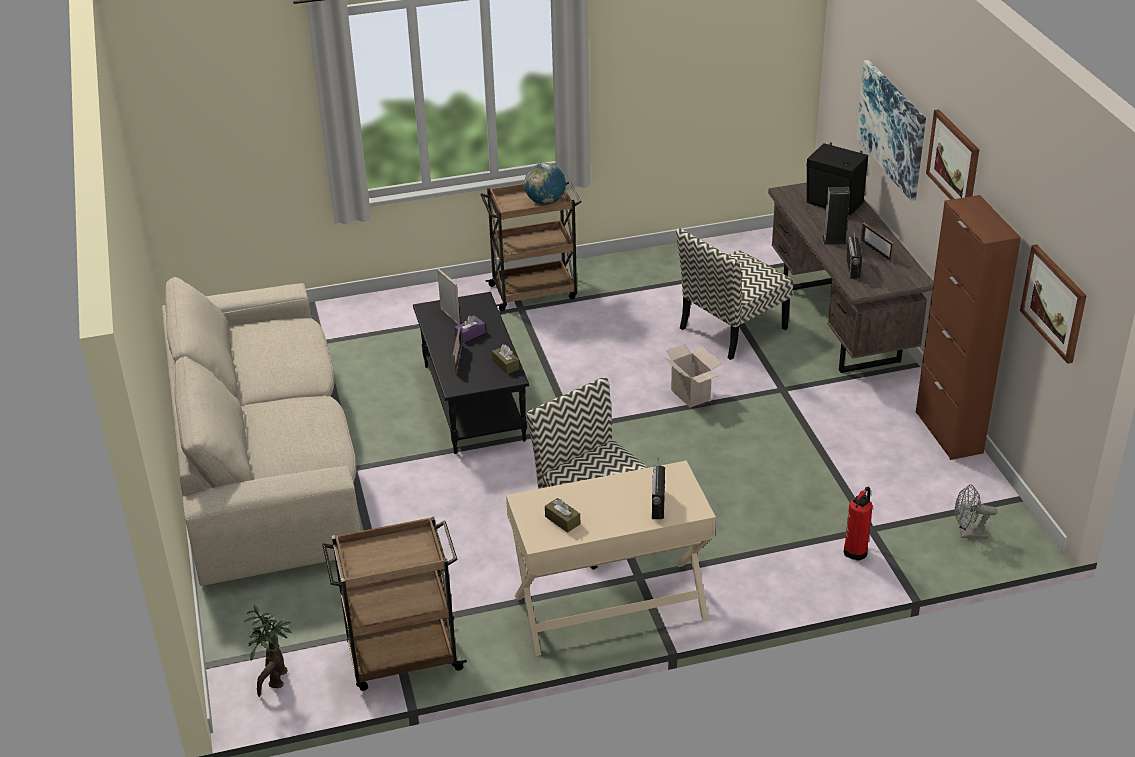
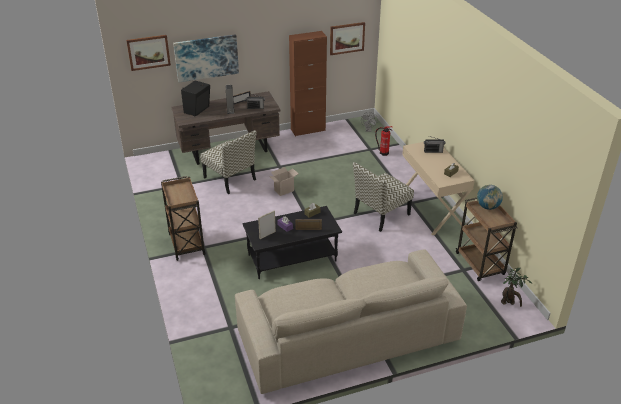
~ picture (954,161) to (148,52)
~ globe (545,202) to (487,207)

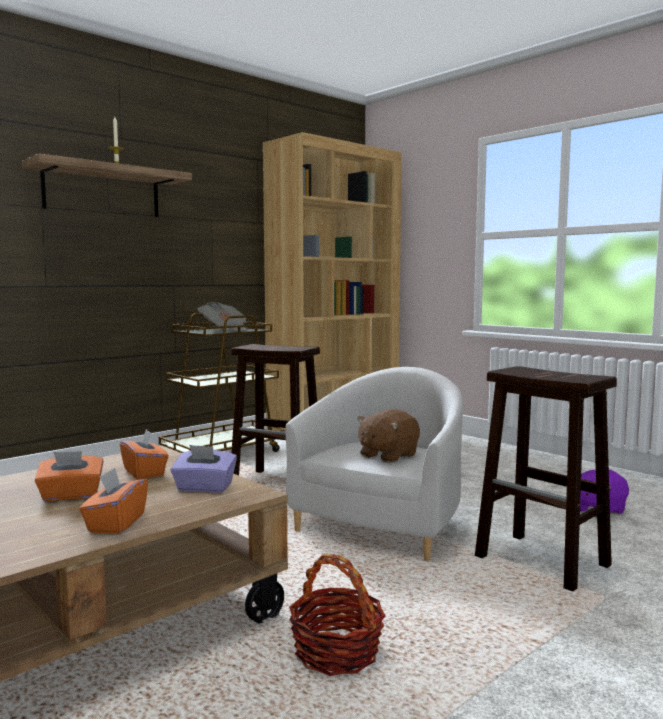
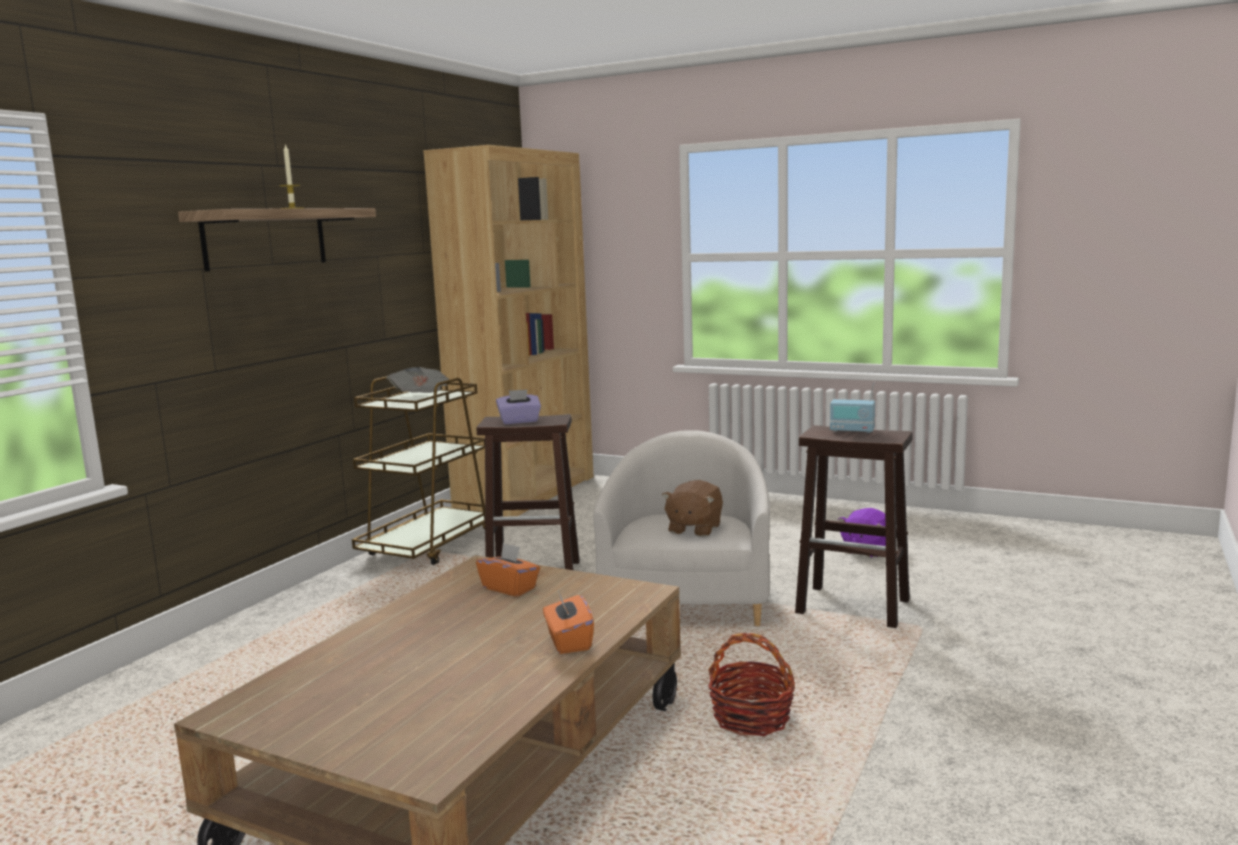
~ tissue box/purple (204,488) to (519,421)
- tissue box/orange (71,495)
+ radio (852,431)

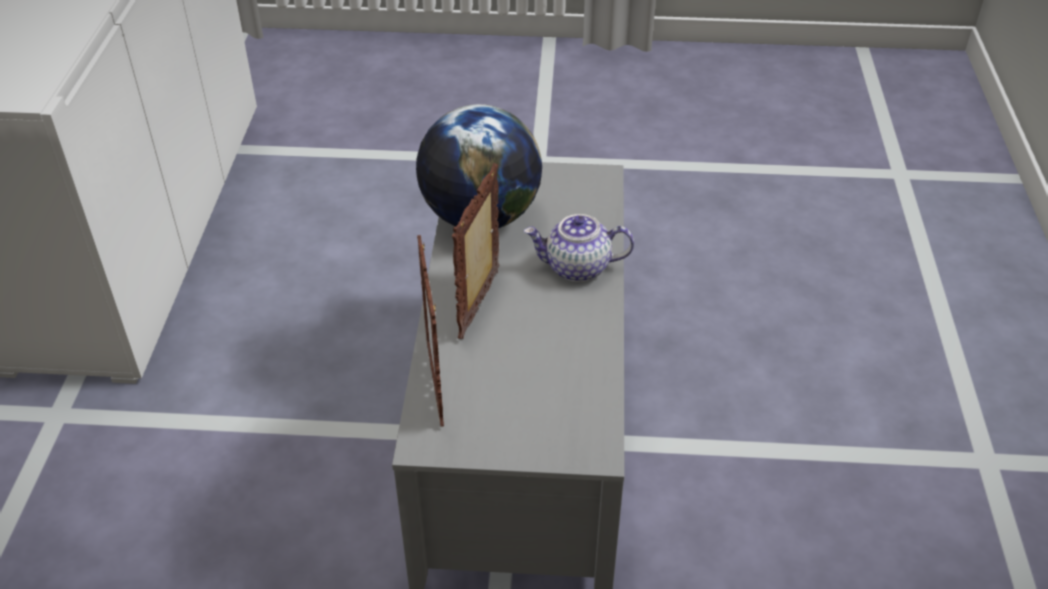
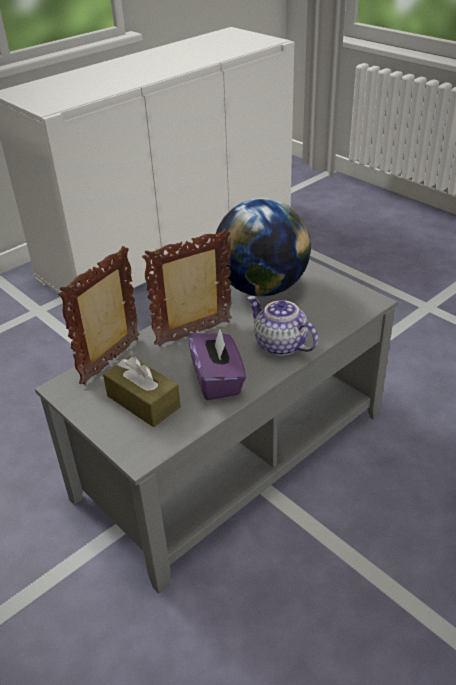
+ tissue box/purple (217,380)
+ tissue box/brown (143,401)

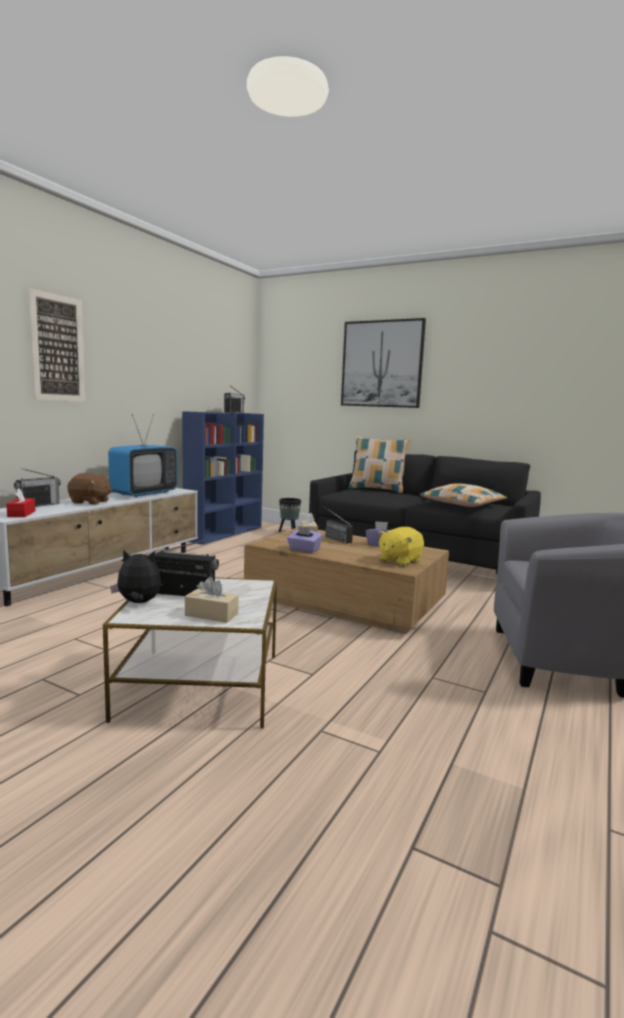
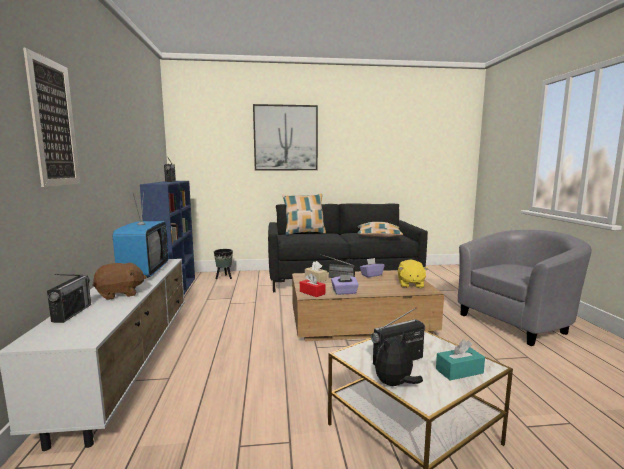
~ tissue box/red (21,514) to (312,292)
~ tissue box/beige (211,615) to tissue box/turquoise (459,371)

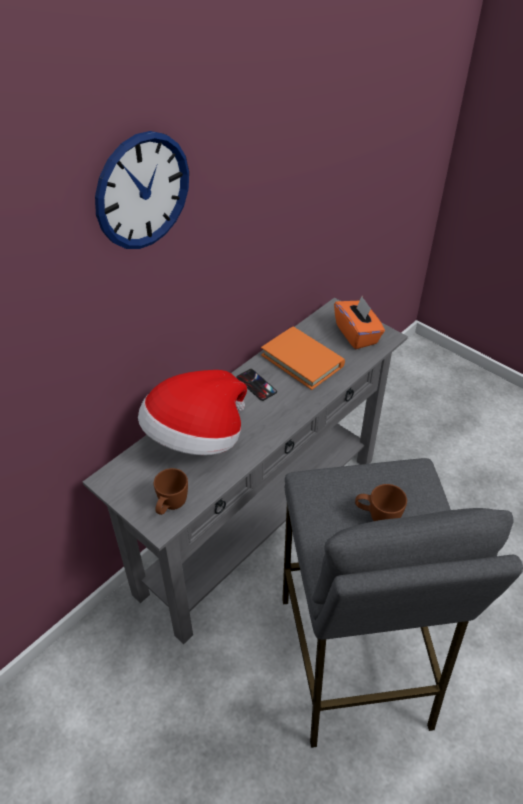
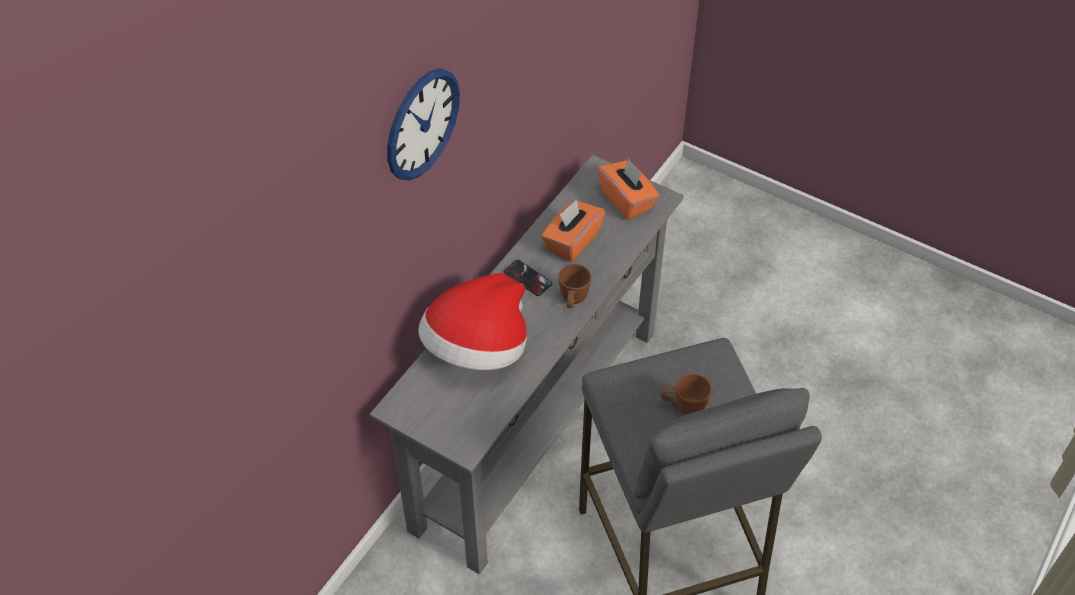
~ book/orange (302,360) to tissue box/orange (572,241)
~ mug/brown (171,507) to (573,302)

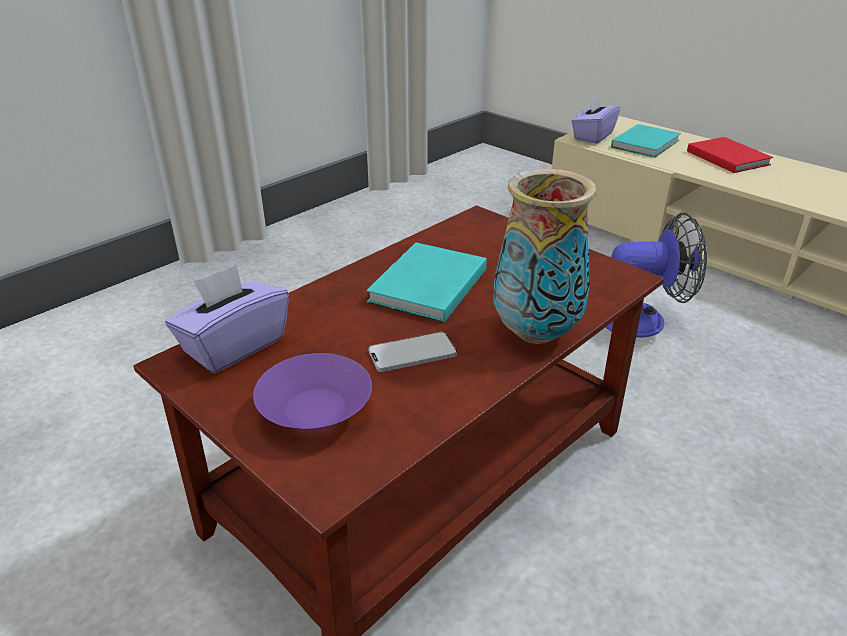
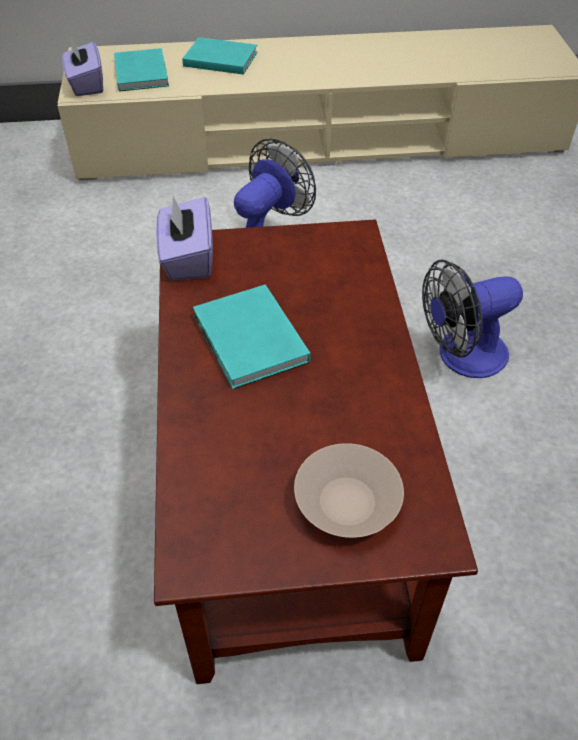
~ book/red (727,157) to book/turquoise (219,58)
- vase (535,334)
~ tissue box/purple (234,346) to (187,258)
- phone (412,353)
~ bowl/purple (314,412) to bowl/beige (346,504)
+ fan (461,356)

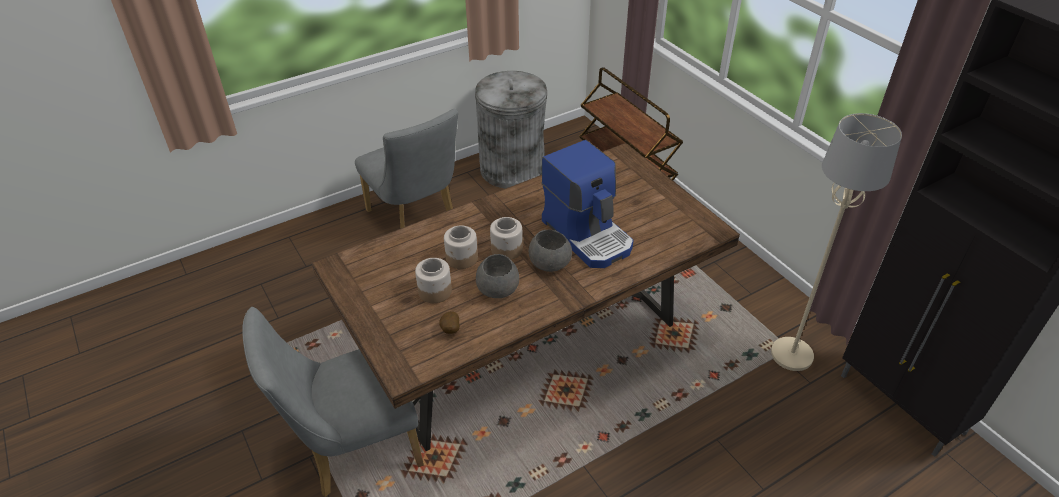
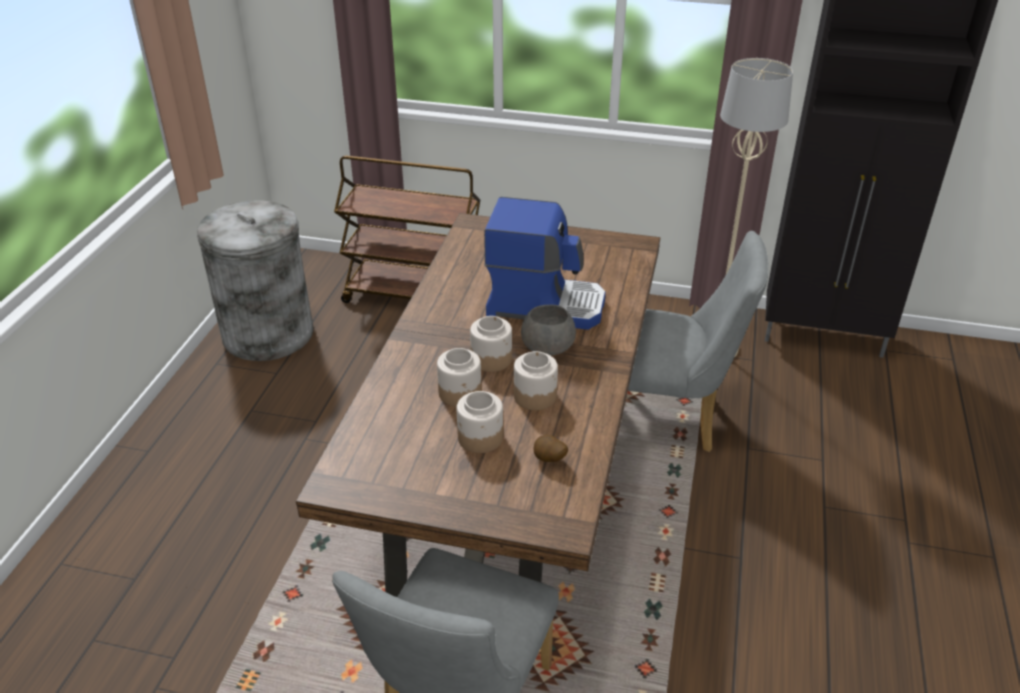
~ chair/grey (416,221) to (669,418)
~ bowl/grey (497,288) to jar (535,396)

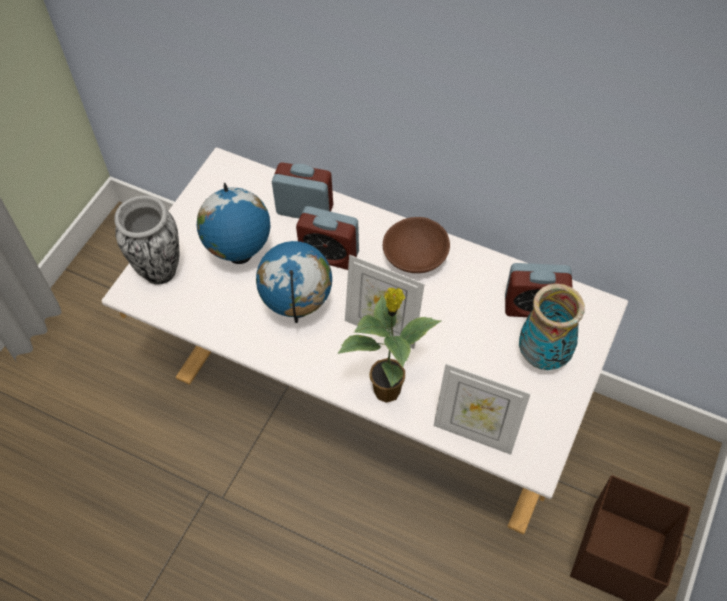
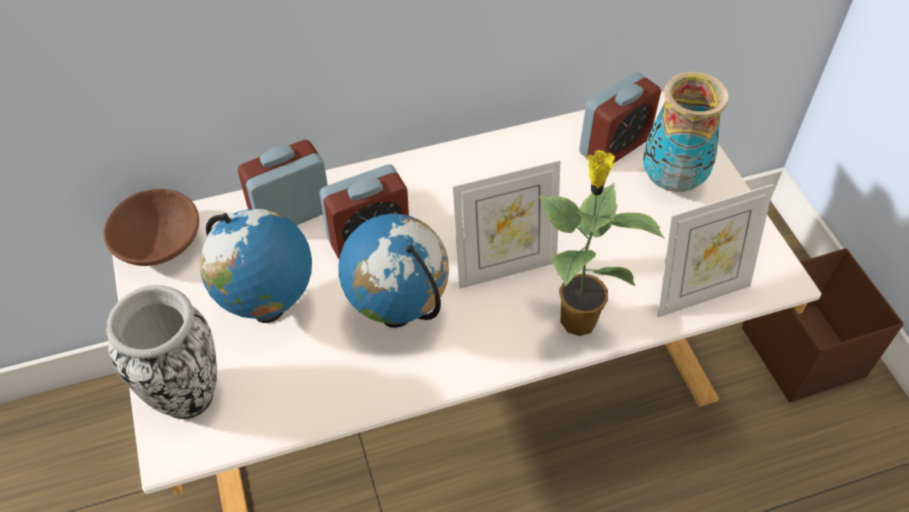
~ bowl/brown (416,257) to (160,244)

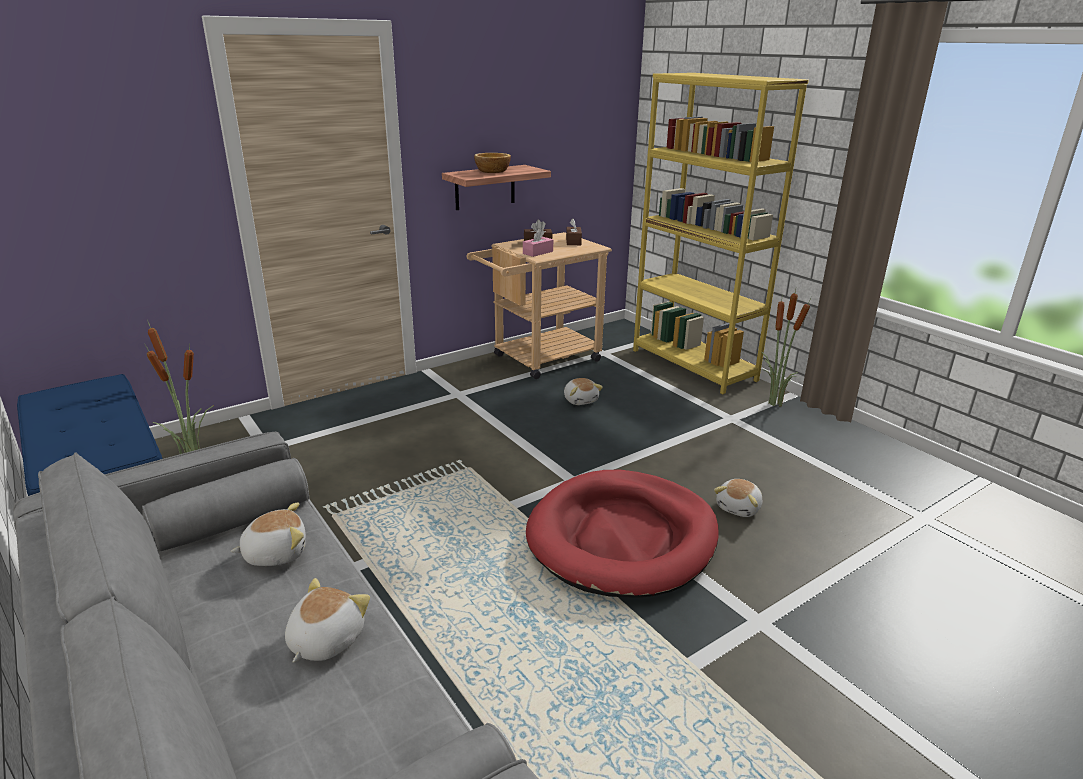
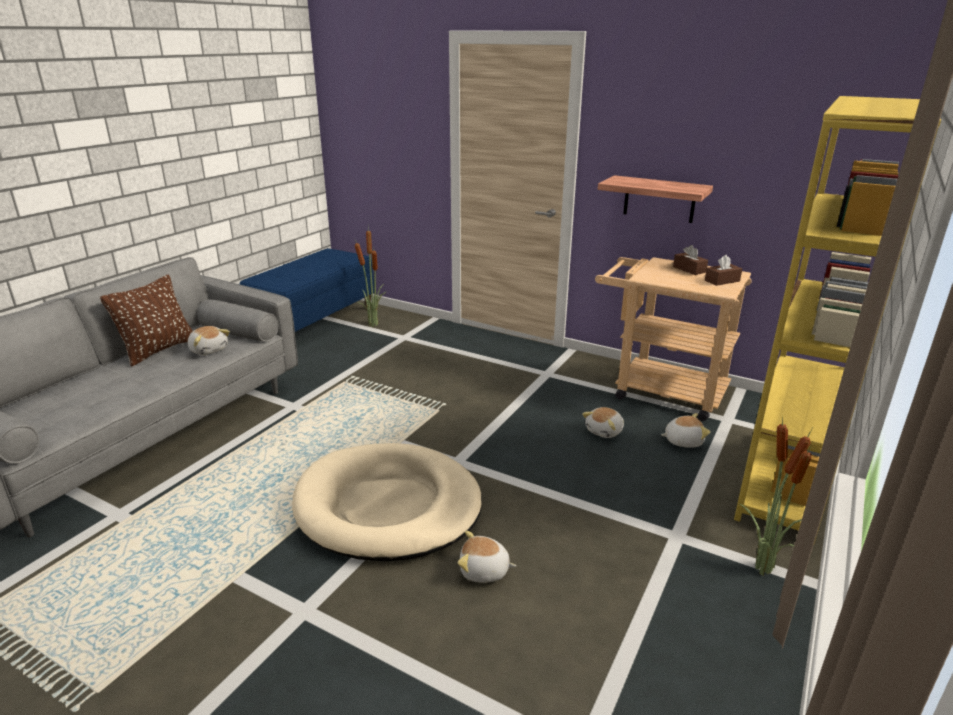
- bowl (492,171)
- tissue box/pink (538,252)
~ dog bed/red (622,537) to dog bed/beige (388,506)
~ plush toy (324,640) to (683,441)
+ pillow/brown (158,350)

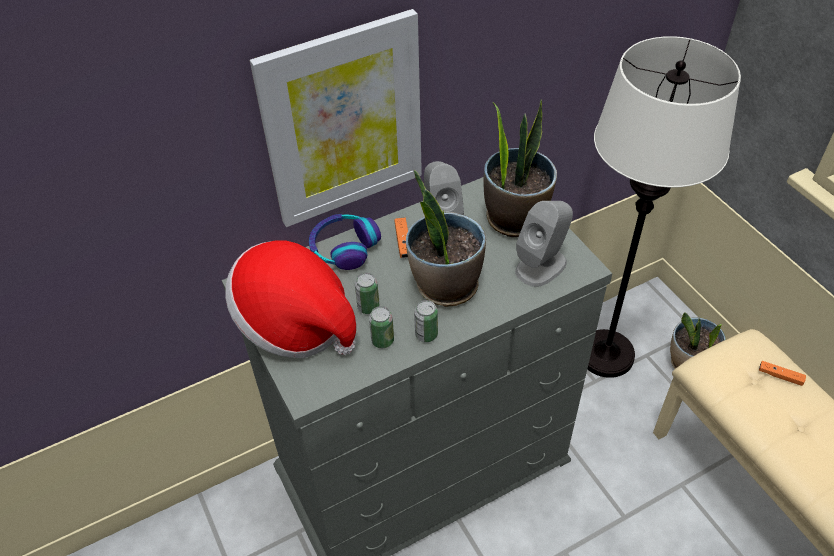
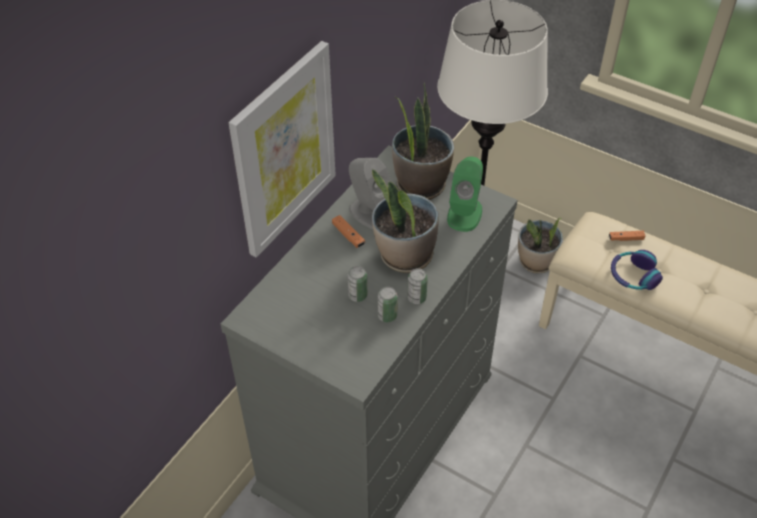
~ speaker/grey (541,266) to speaker/green (464,213)
~ headphones (344,247) to (633,276)
- hat (295,323)

